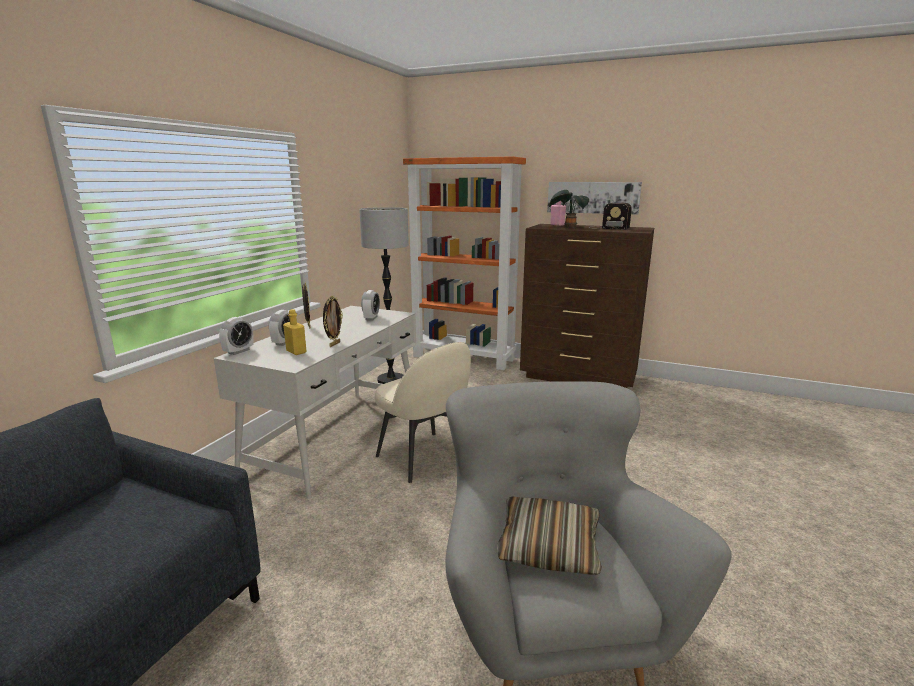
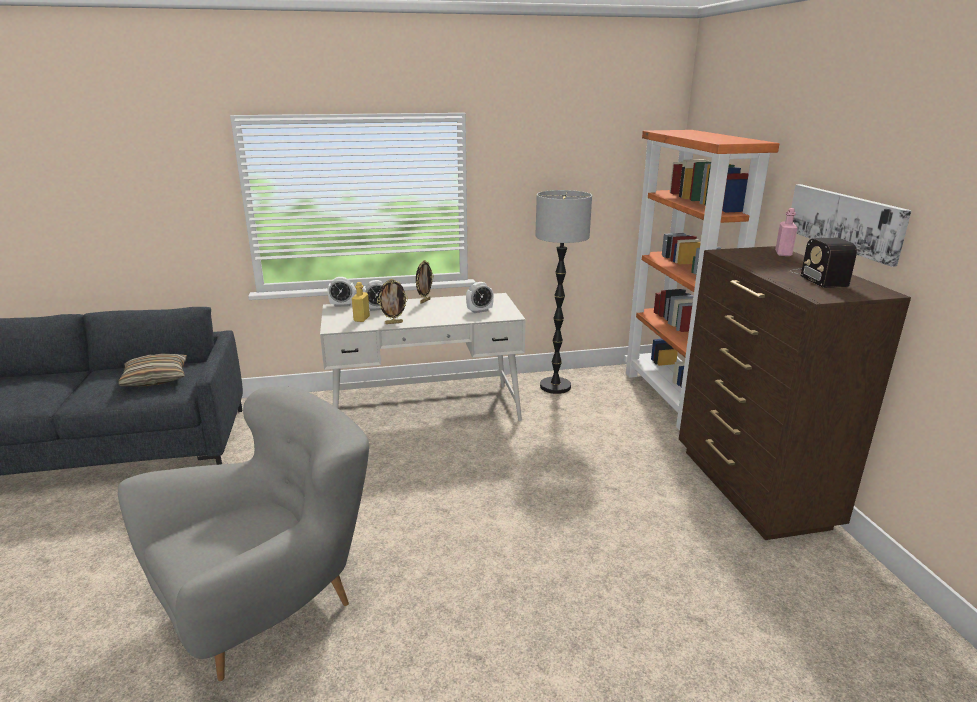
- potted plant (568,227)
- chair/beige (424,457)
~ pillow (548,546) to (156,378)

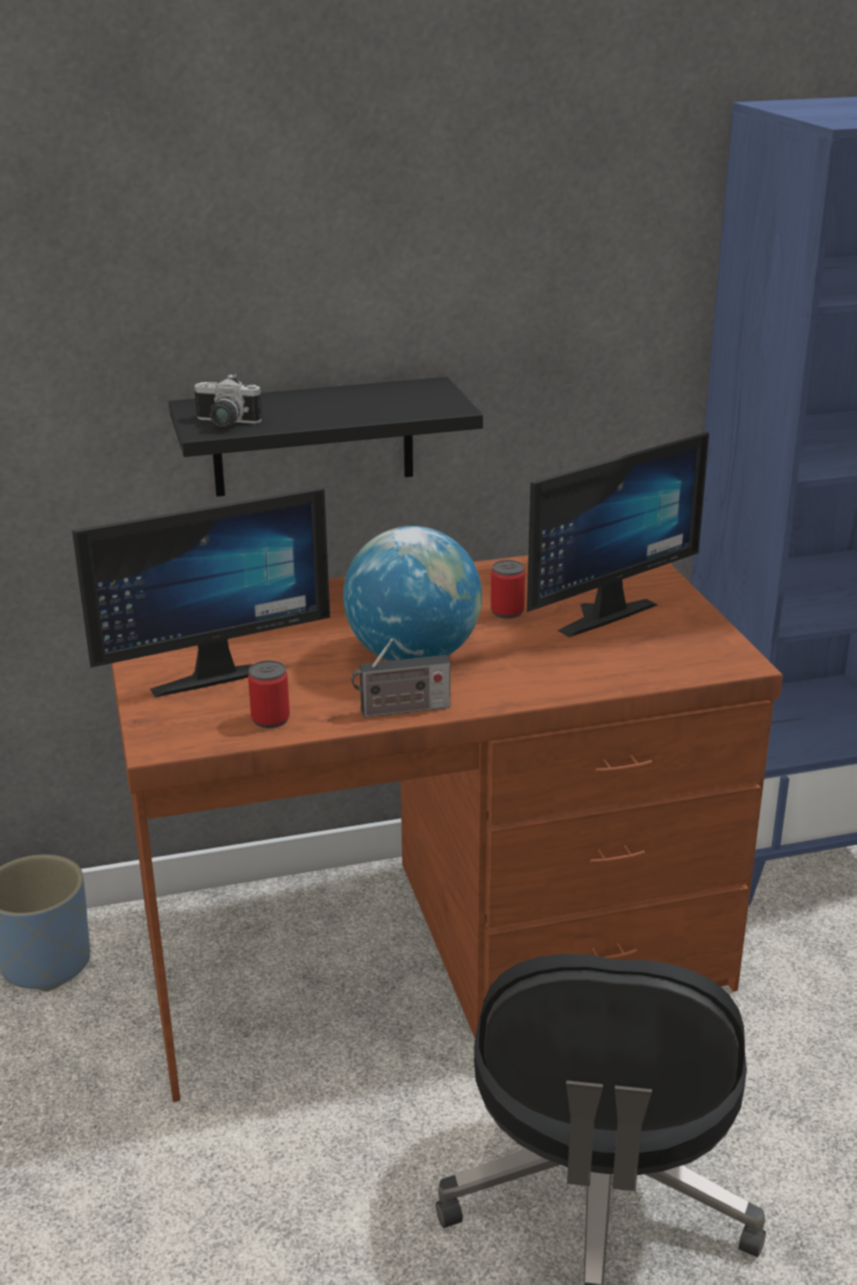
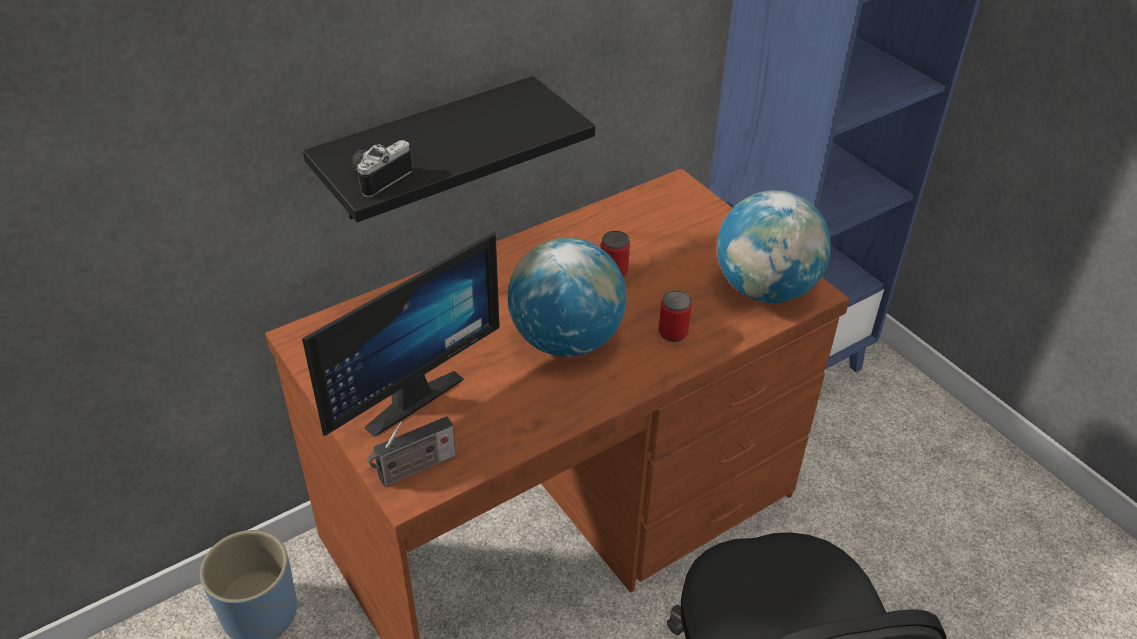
~ photo camera (224,423) = (378,177) 135 degrees clockwise
- monitor (598,612)
~ radio (401,710) to (414,469)
~ can (270,719) to (673,332)
+ globe (765,289)

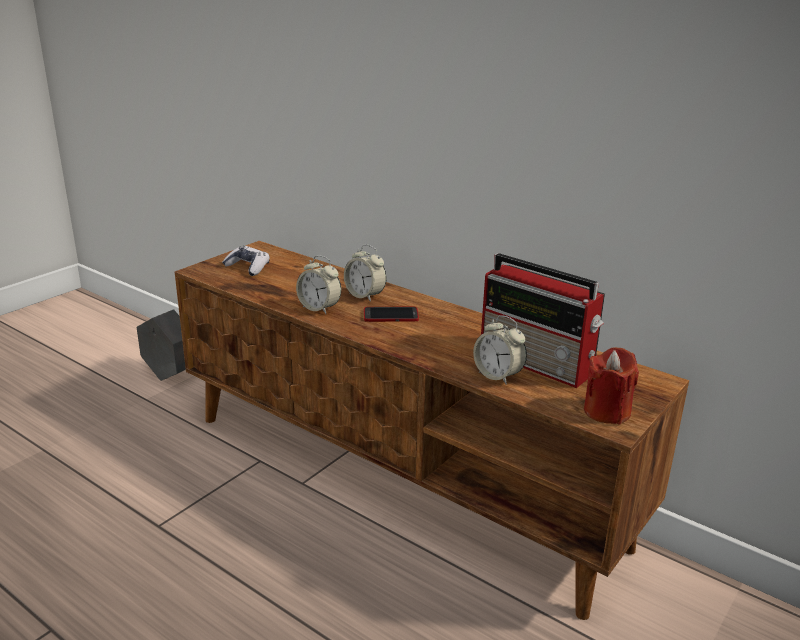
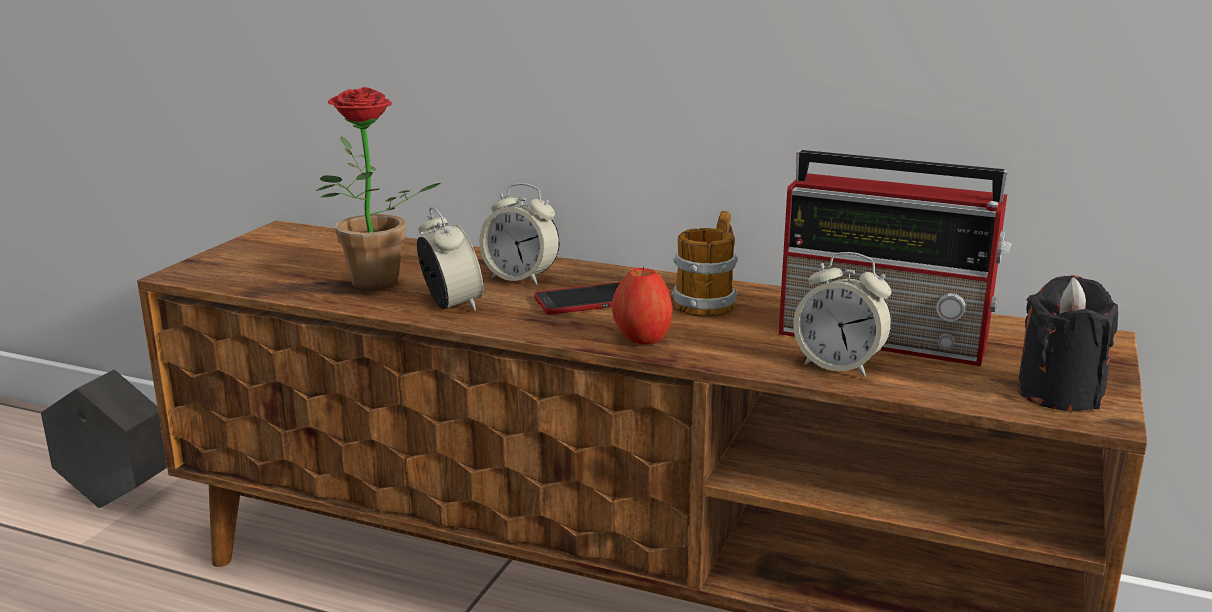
- game controller (248,267)
~ alarm clock (319,308) = (451,305) 135 degrees counterclockwise
~ candle/red (606,411) to candle/black (1059,393)
+ potted plant (374,285)
+ mug (709,301)
+ apple (642,339)

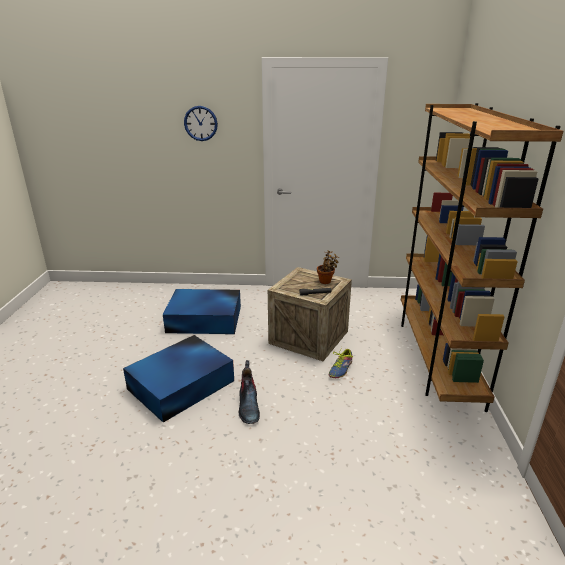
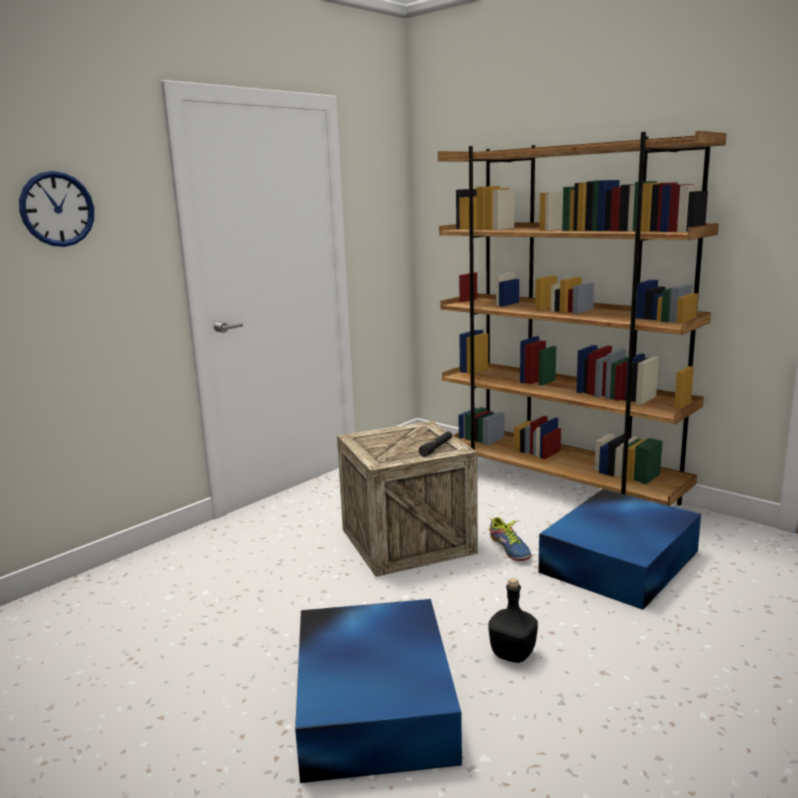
- potted plant (326,281)
~ storage box/blue (205,319) to (621,561)
~ boot (248,406) to bottle/black (513,653)

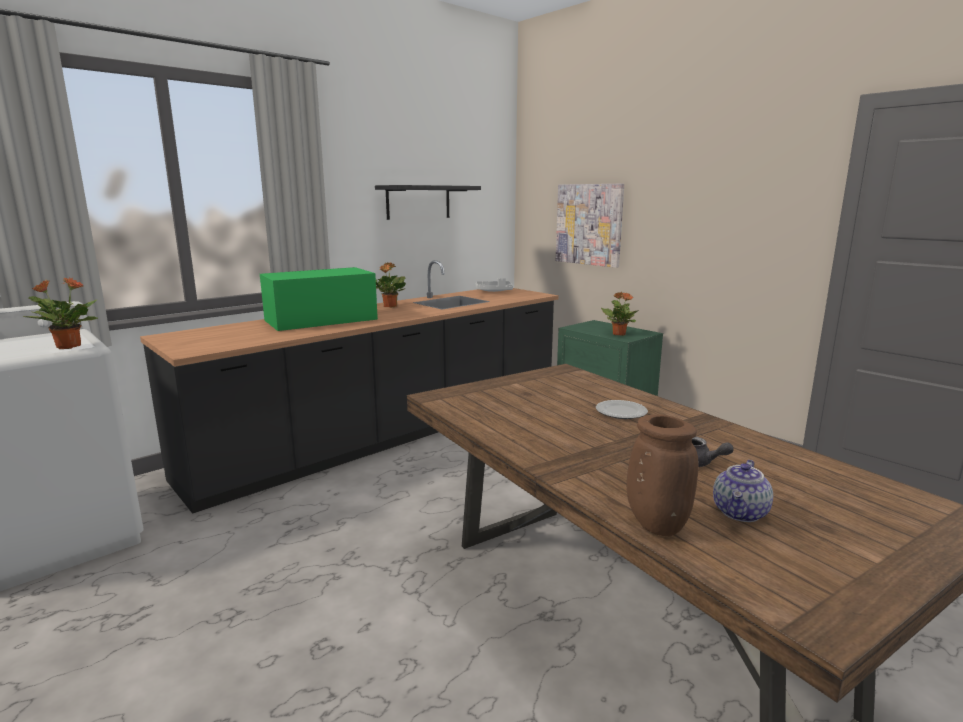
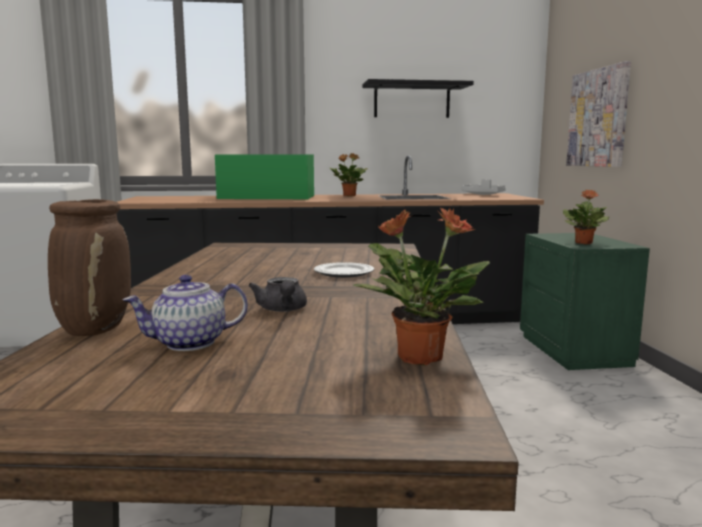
~ potted plant (68,346) to (418,357)

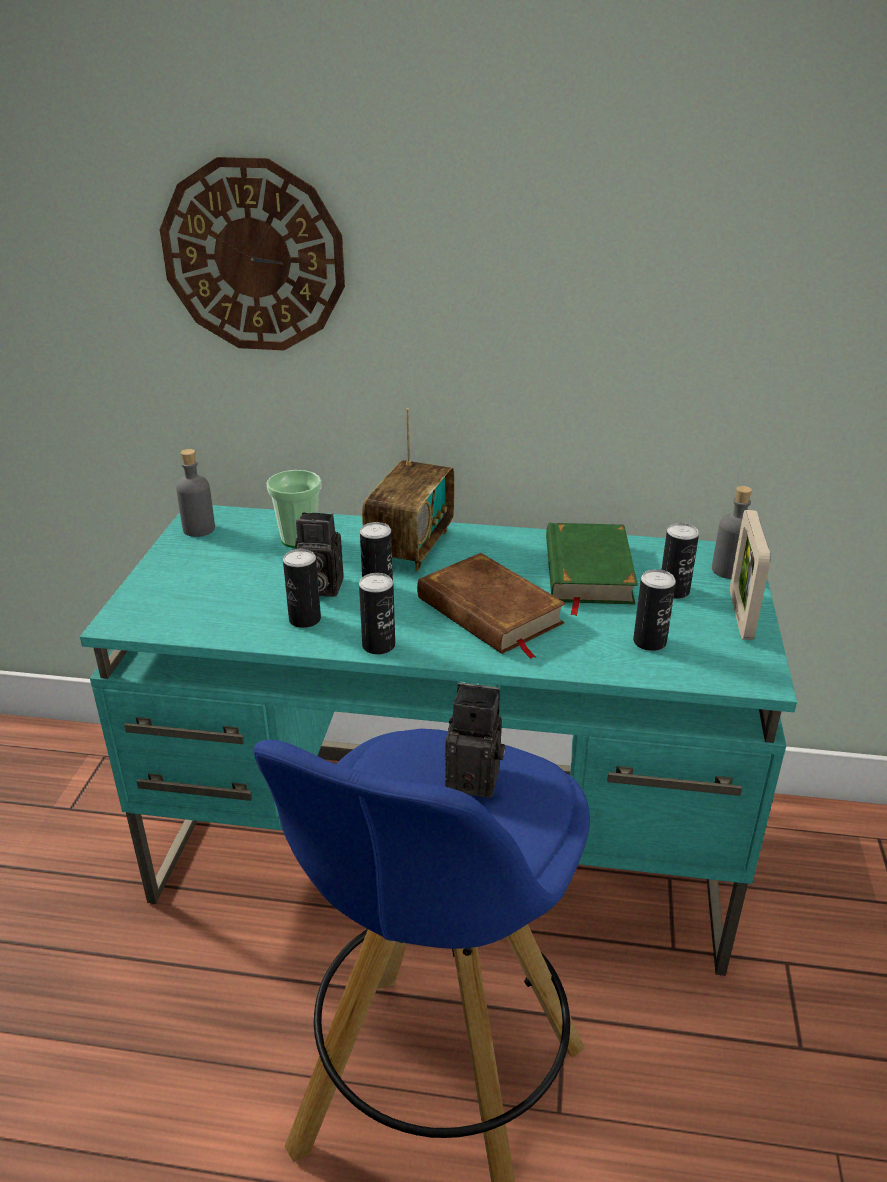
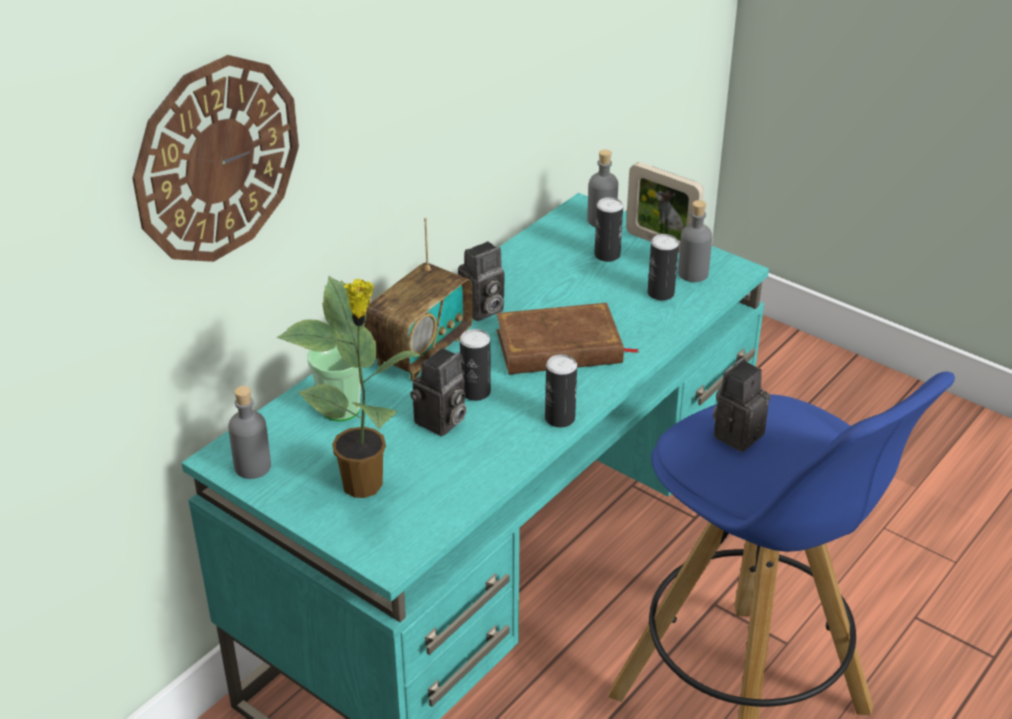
~ radio (410,546) = (419,351) 75 degrees clockwise
- book/green (587,571)
- can (305,619)
+ bottle/grey (693,273)
+ photo camera (480,310)
+ potted plant (365,485)

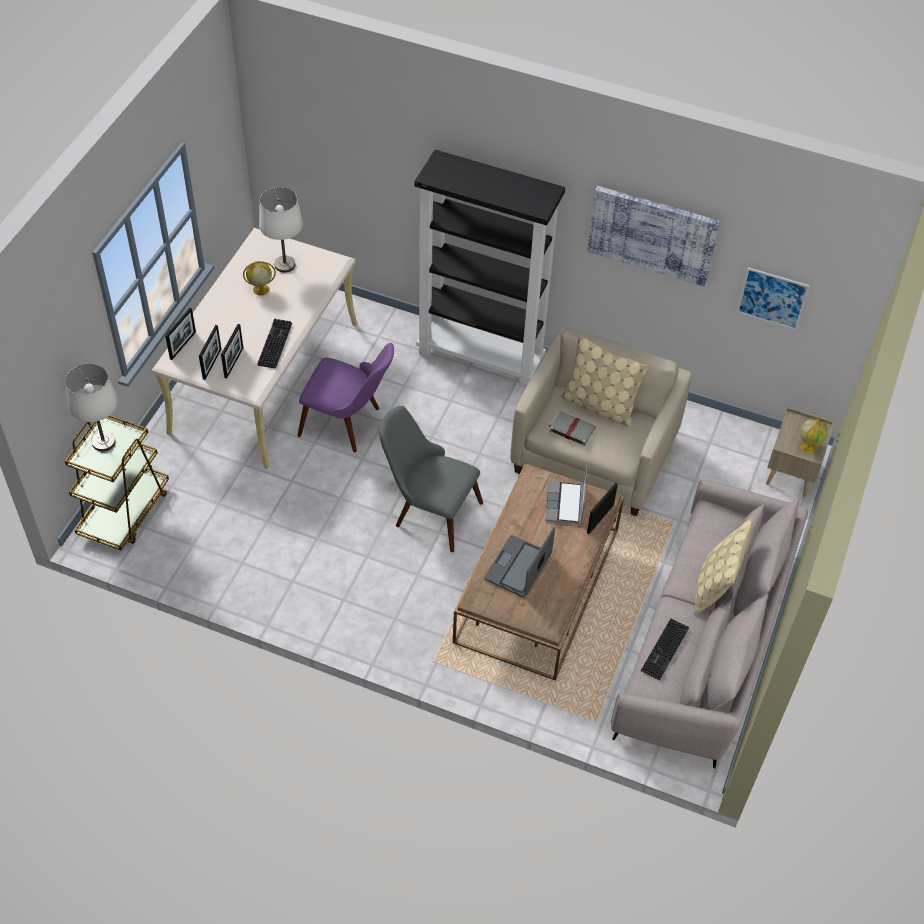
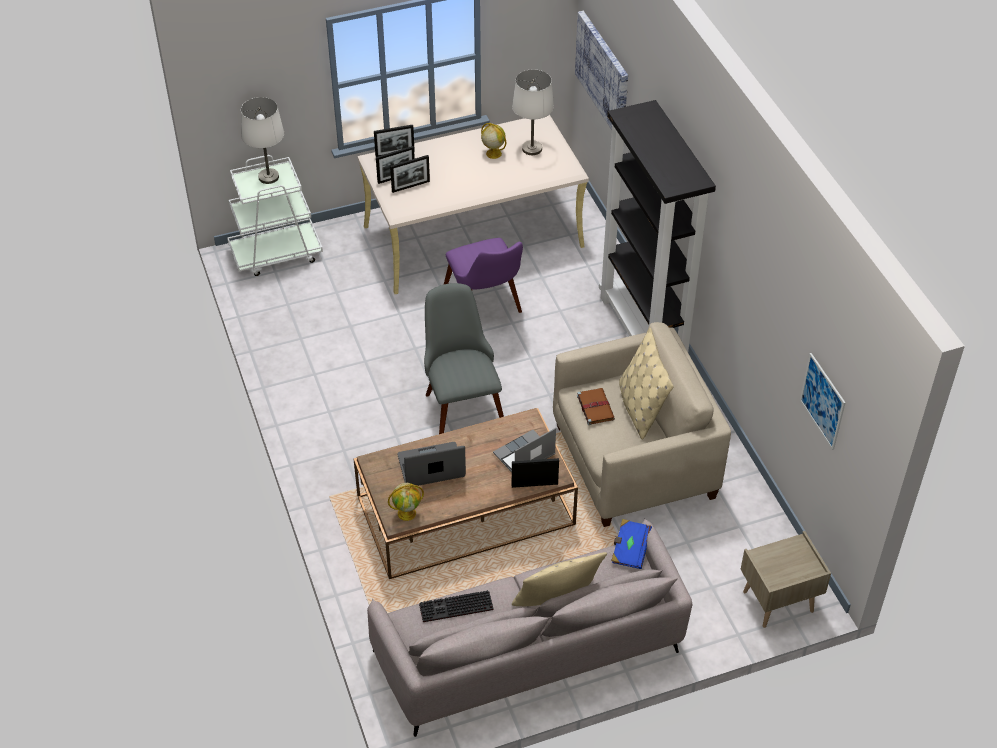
~ picture (652,233) to (604,73)
- keyboard (274,343)
~ book/grey (571,429) to book/brown (595,407)
~ cart/brown (125,512) to cart/white (276,253)
~ globe (808,446) to (407,513)
+ book/blue (629,550)

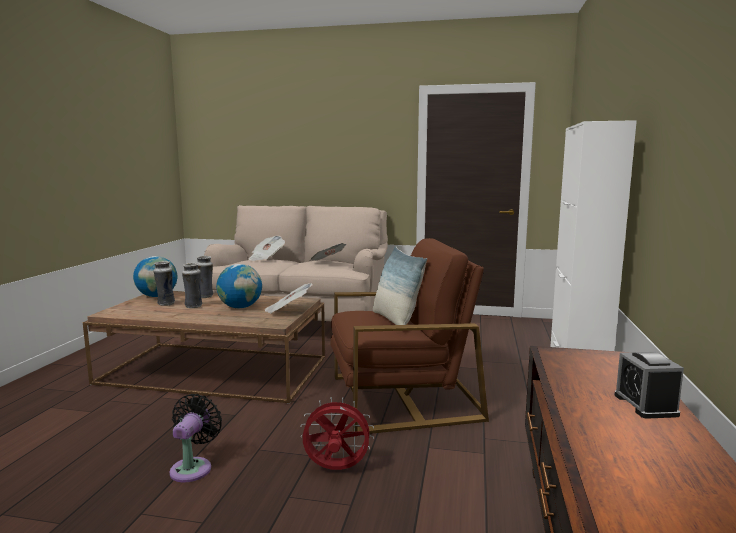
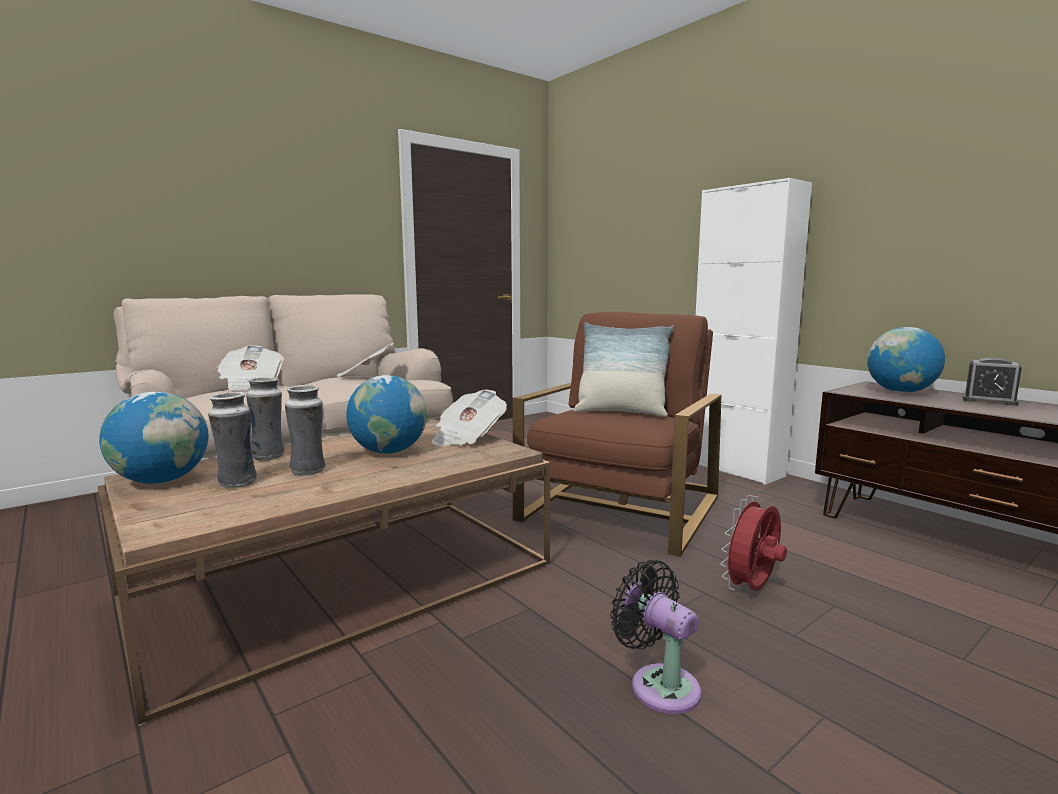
+ globe (900,392)

